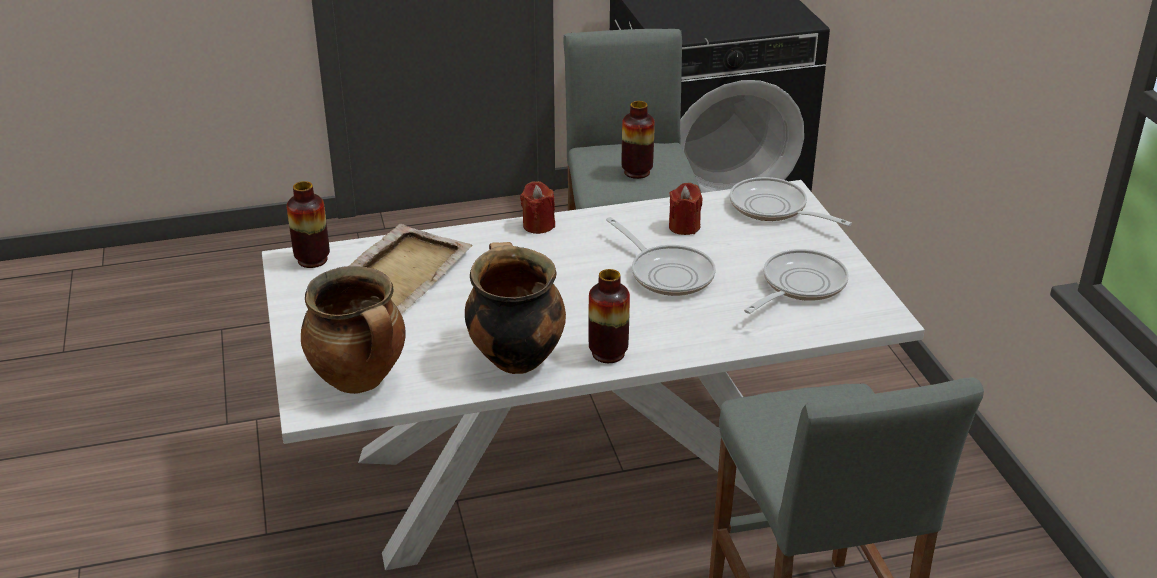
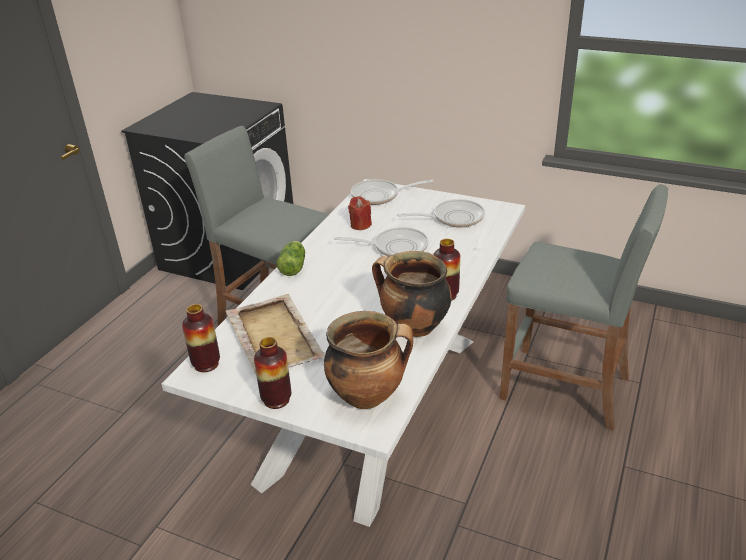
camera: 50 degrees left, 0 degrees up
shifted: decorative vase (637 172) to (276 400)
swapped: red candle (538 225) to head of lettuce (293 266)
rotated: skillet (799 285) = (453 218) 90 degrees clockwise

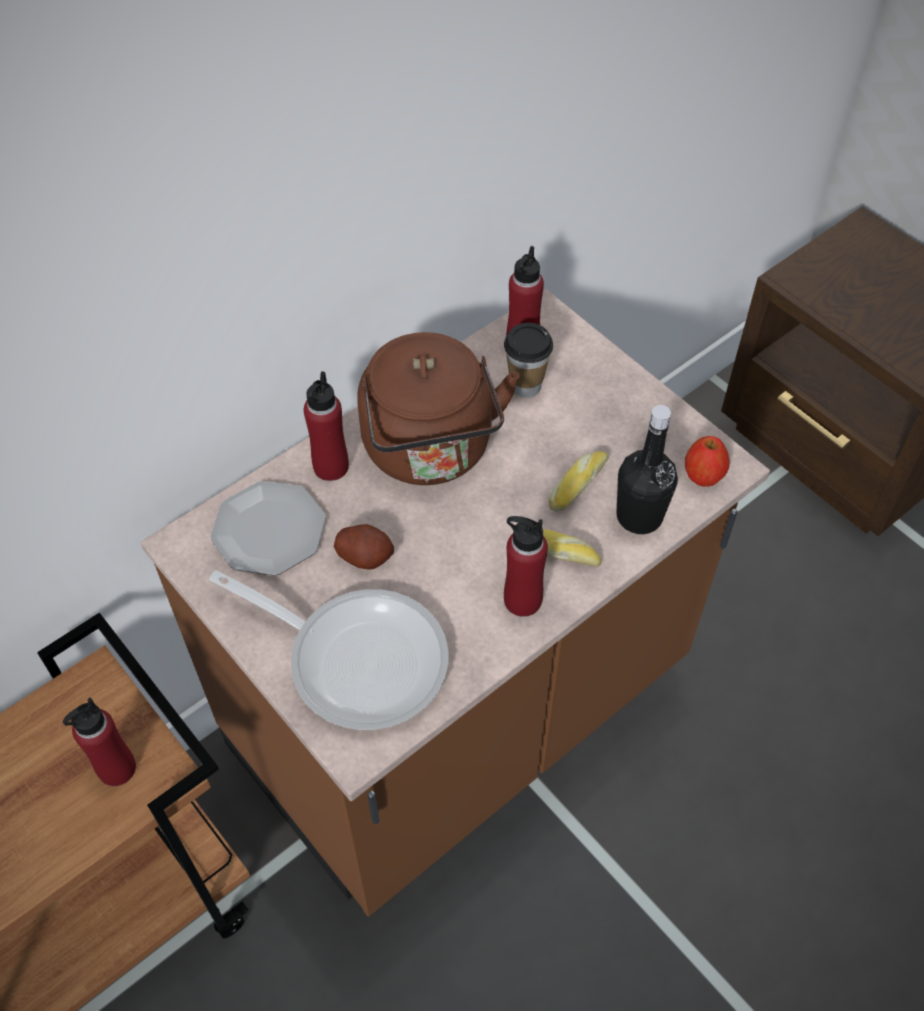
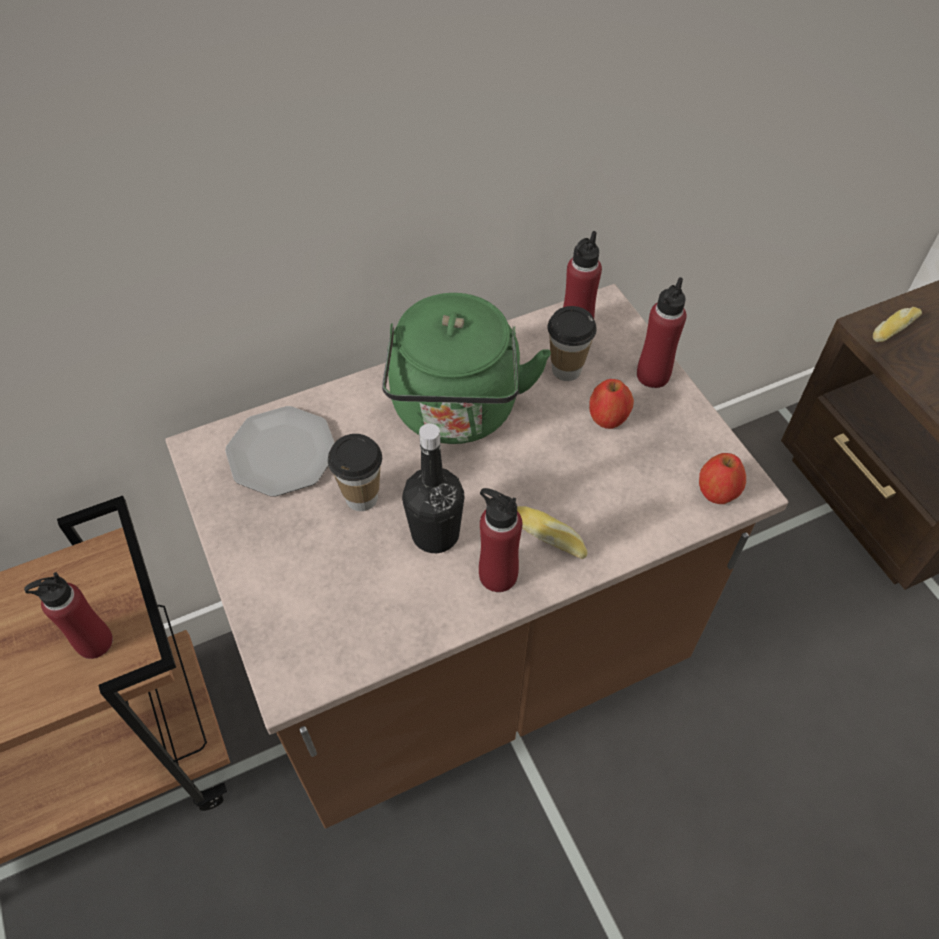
camera: 15 degrees right, 0 degrees up
gone: skillet (356 657)
new: whole apple (607 419)
shifted: black-coloured drink bottle (639 516) to (435 534); red drink bottle (330 467) to (652 375); baked bread (576 484) to (893 328)
swapped: whole potato (365 556) to drinking cup (361 497)
repainted: brown-coloured water kettle (431 452) to green water kettle (456 412)

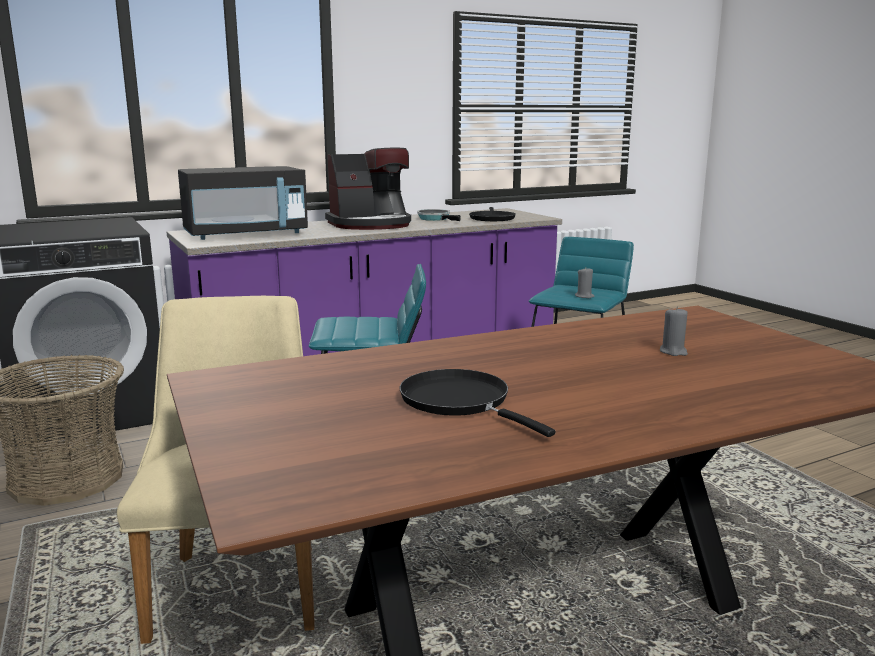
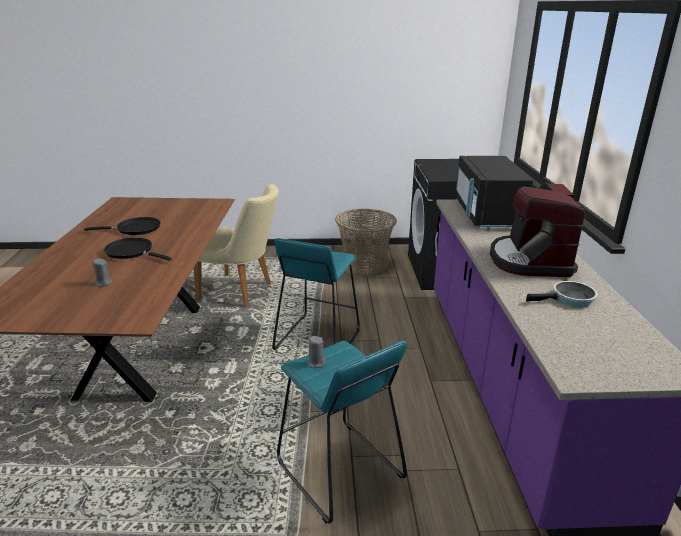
camera: 115 degrees right, 10 degrees up
shifted: black-coloured skillet (492 218) to (132 252)

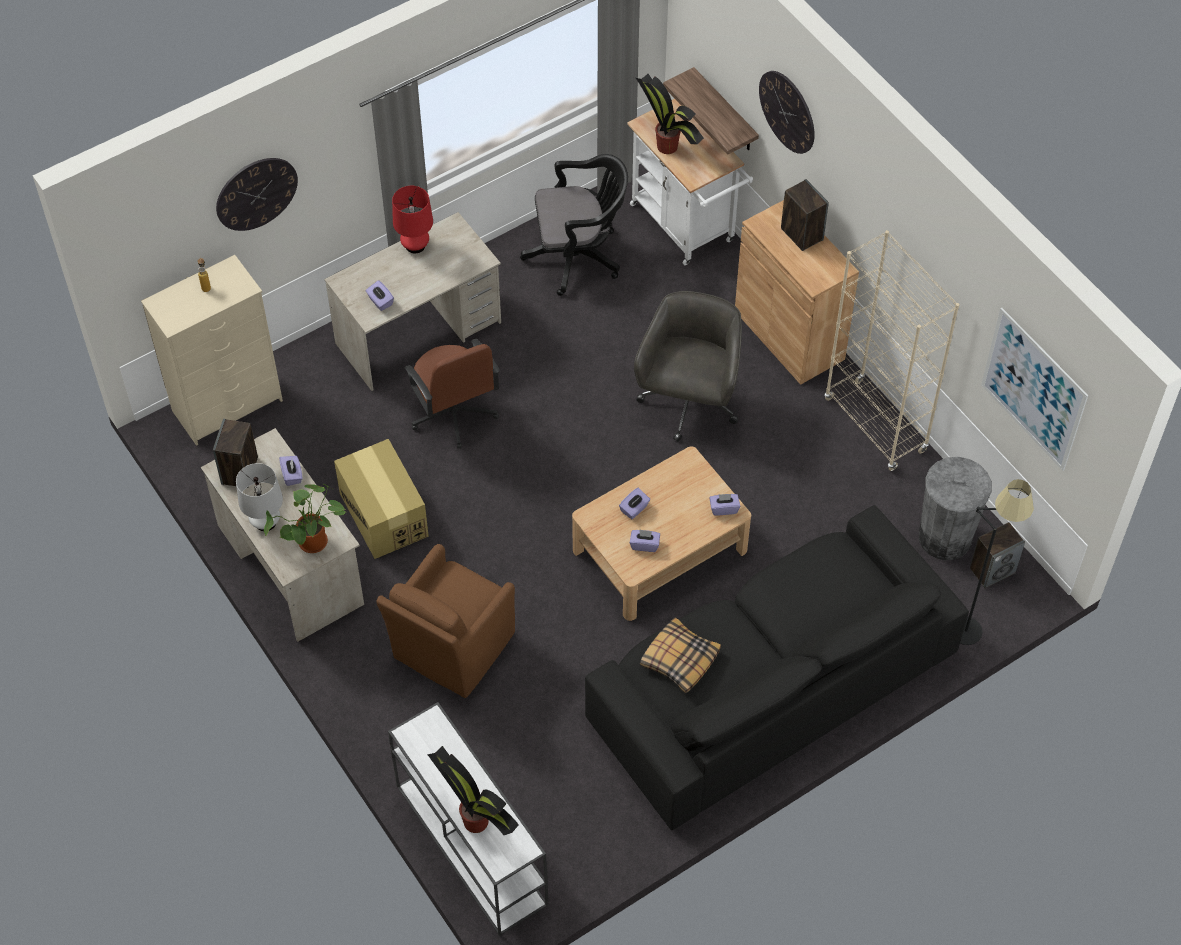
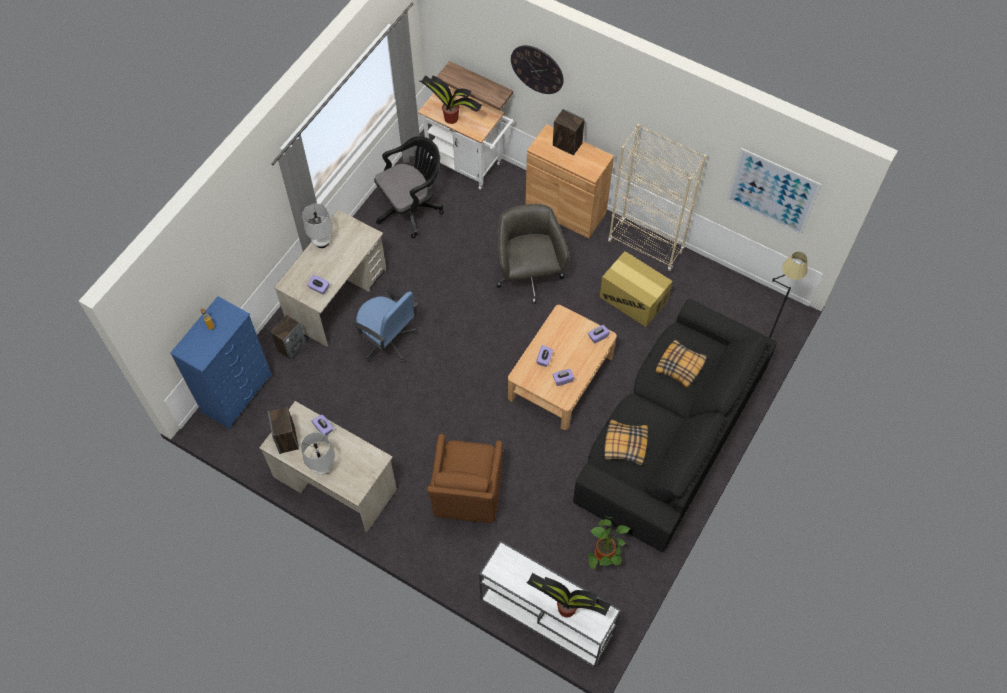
camera: 25 degrees left, 5 degrees up
gone: clock on the wall (256 193); gray rubbish bin (945 537)
new: pillow (680 367)
shifted: audio speaker (992 570) to (291 346); plant in a pot (312 545) to (605 555); packing box (383 514) to (633 298)
repainted: beige drawer chest (228 406) to blue-coloured drawer chest (238 394); red tabletop lamp (415 245) to white-coloured tabletop lamp (322 242); brown-coloured desk chair (453 414) to blue-coloured desk chair (387 341)

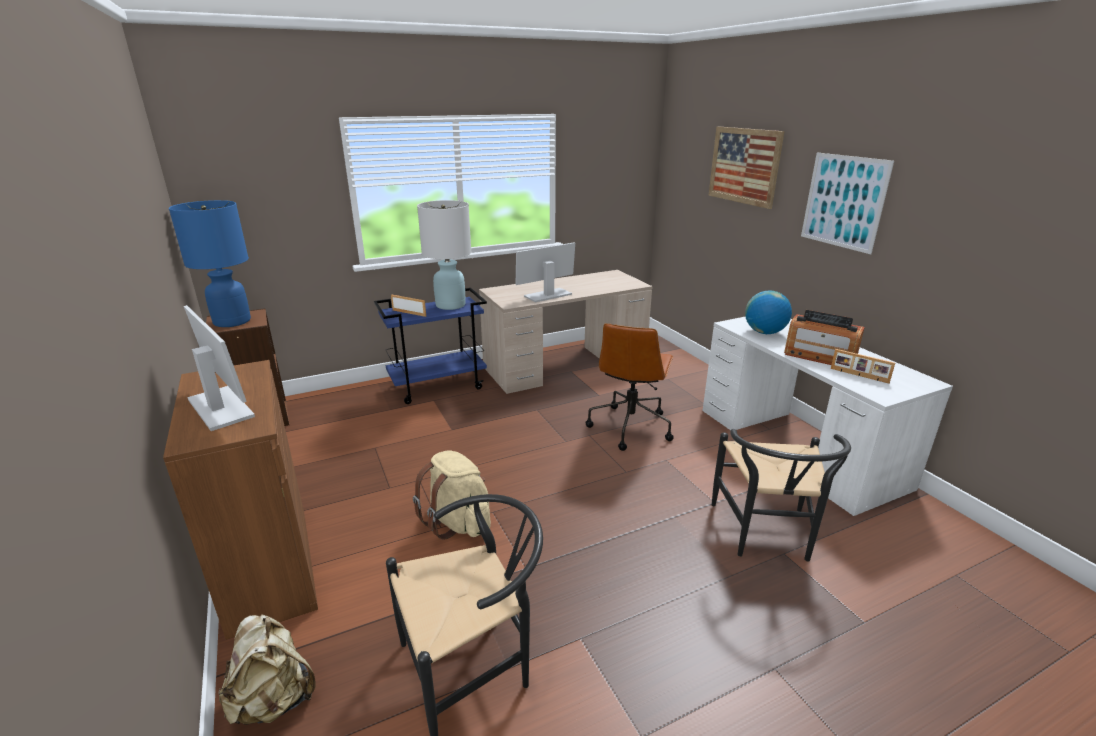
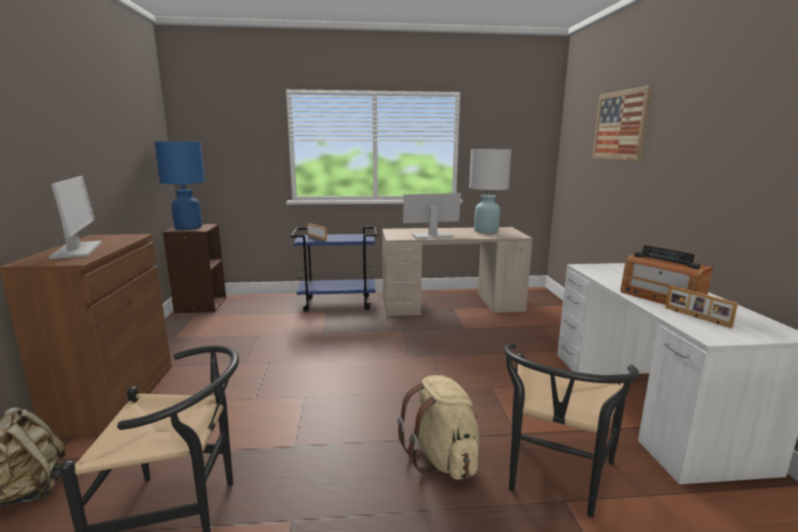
camera: 20 degrees right, 10 degrees down
gone: brown-coloured desk chair (630 426); globe (764 332); picture (843 201)
shifted: beige knapsack (458 522) to (442 458); white-coloured tabletop lamp (450 305) to (486 231)

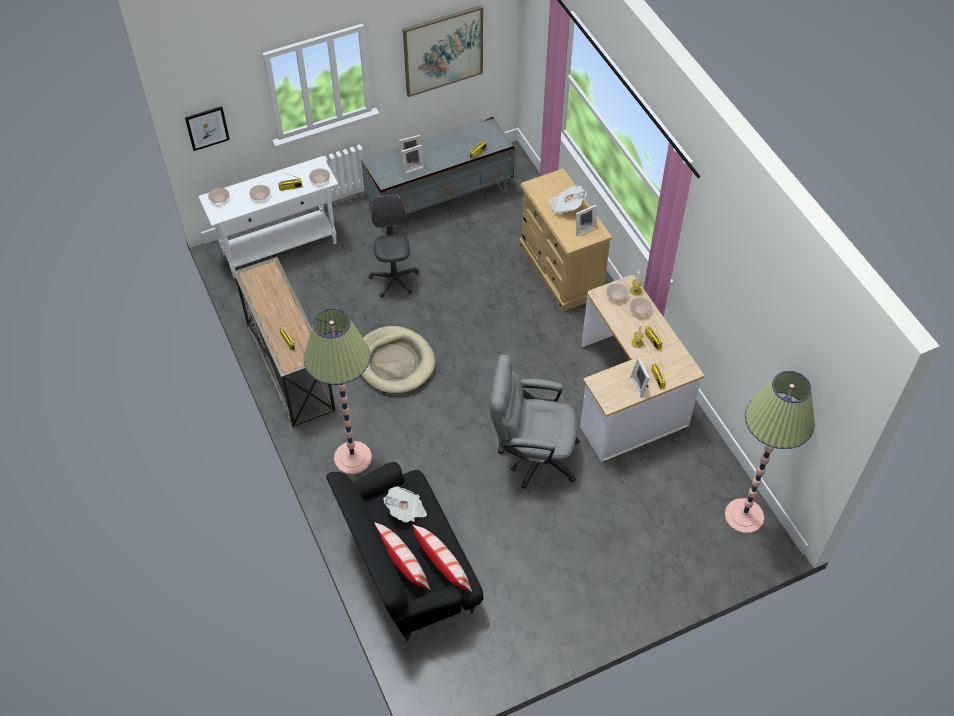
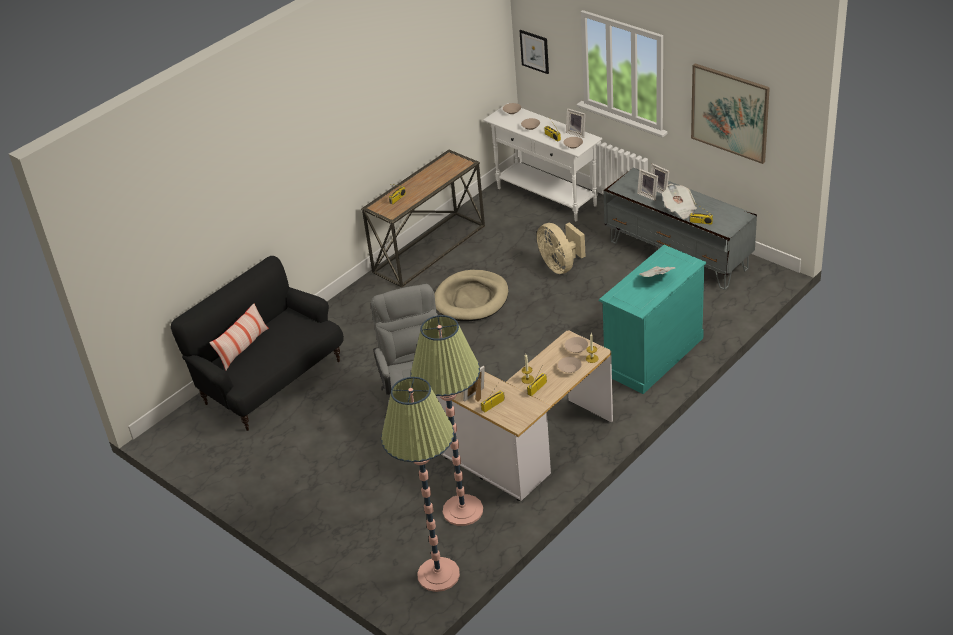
camera: 70 degrees right, 15 degrees down
gone: pillow (442 566)
shifted: standing lamp (352 458) to (463 510); picture frame (584 228) to (577 133); printed paper (406 510) to (679 209)
swapped: gray desk chair (394 280) to beige electric fan (560 266)
repainted: beige drawer chest (560 270) to turquoise drawer chest (652 356)

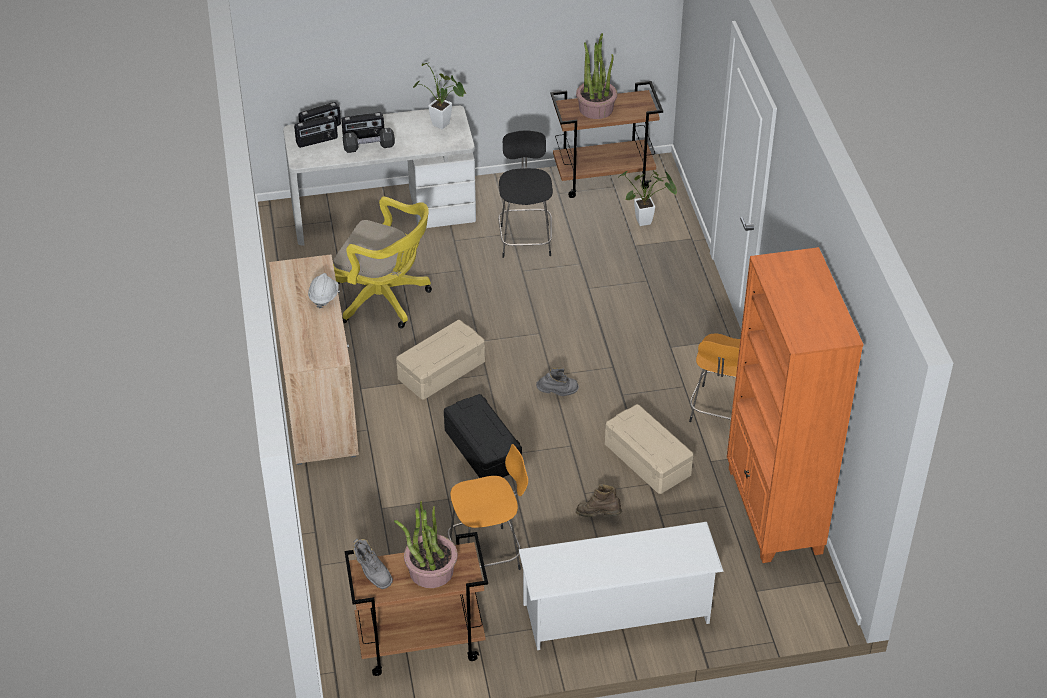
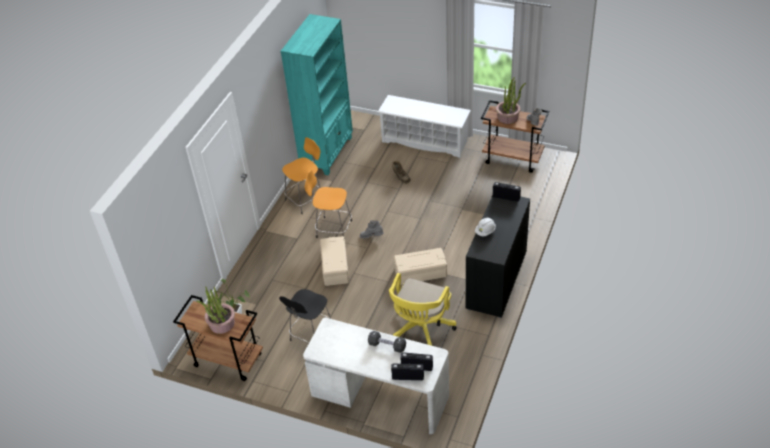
camera: 145 degrees left, 0 degrees up
gone: plant in a pot (444 126); black-coloured storage box (481 450)
shifted: orange stool (487 554) to (332 229); beige storage box (648 460) to (334 267); radio set (363 136) to (506 197)
repainted: orange shelving unit (773 511) to turquoise shelving unit (327 153); beige cupboard (319 404) to black-coloured cupboard (496 280)
rotated: yellowish desk chair (385 299) = (421 329) 120 degrees counterclockwise

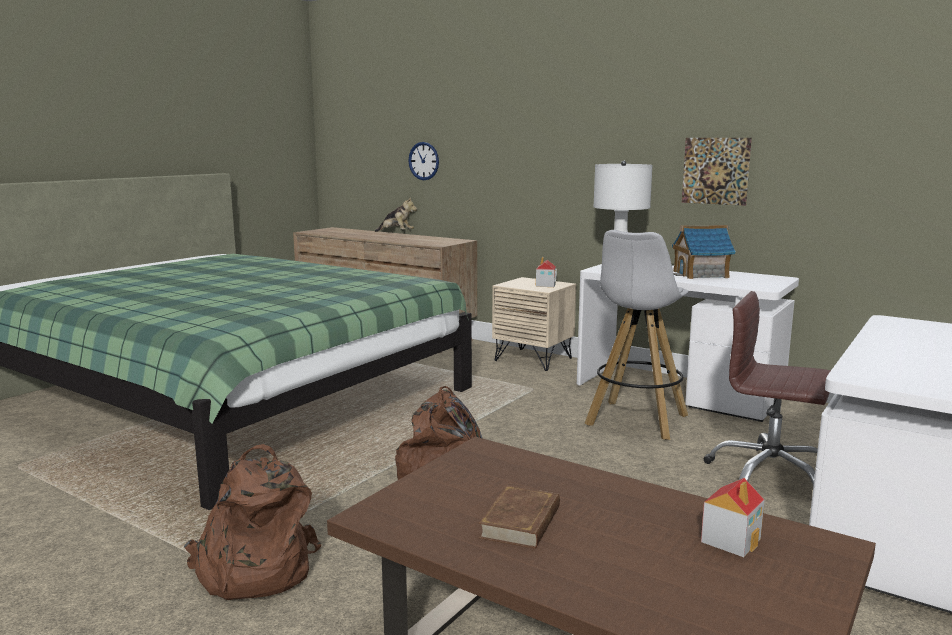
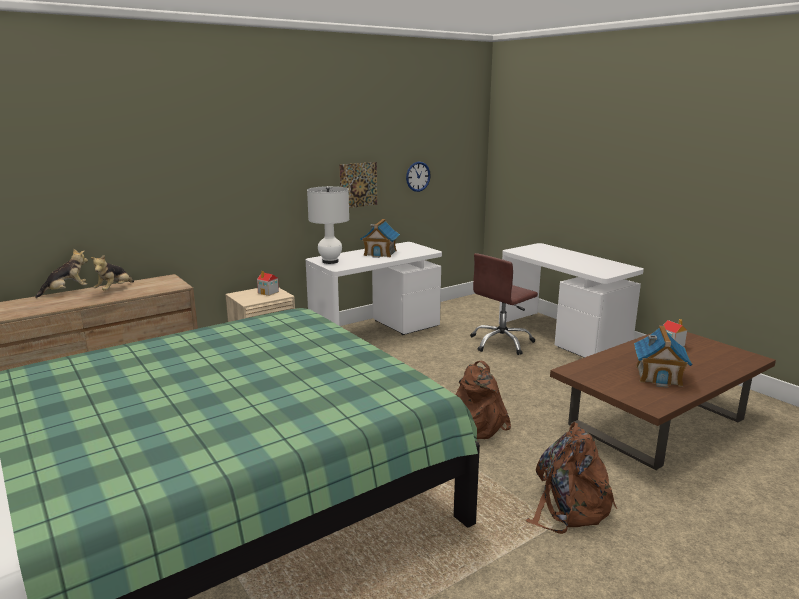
camera: 70 degrees left, 5 degrees up
gone: white-coloured stool (636 421)
new: plush toy (114 289)
shifted: clock on the wall (424 161) to (418 176)
swapped: brown-coloured bound book (521 522) to toy house (658 376)

